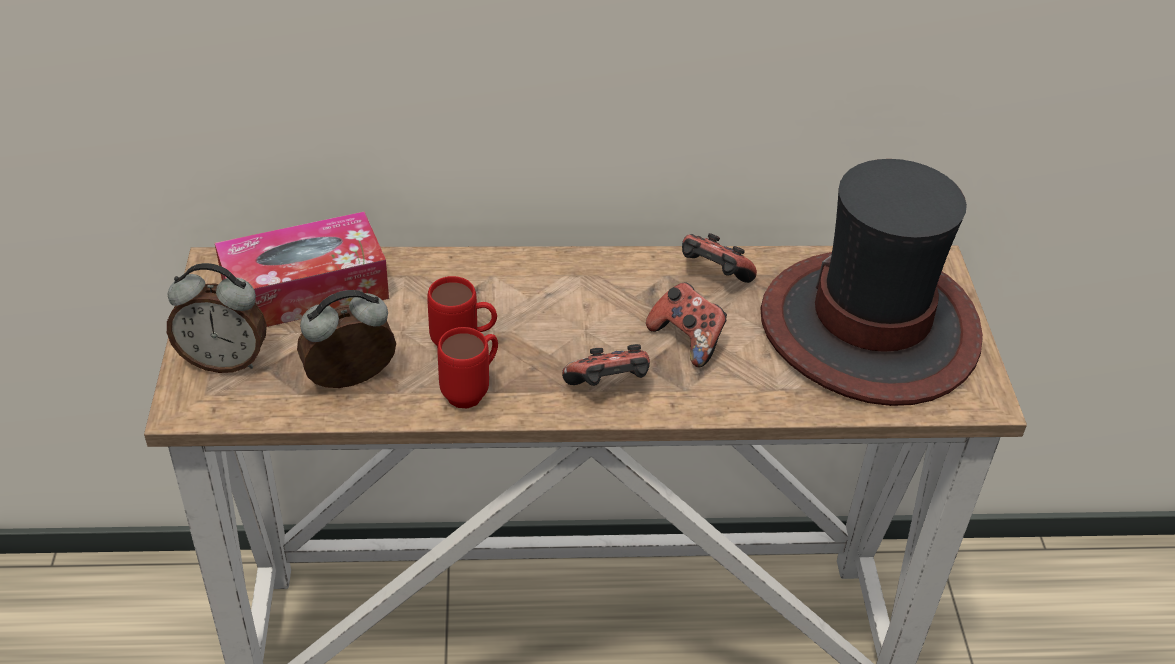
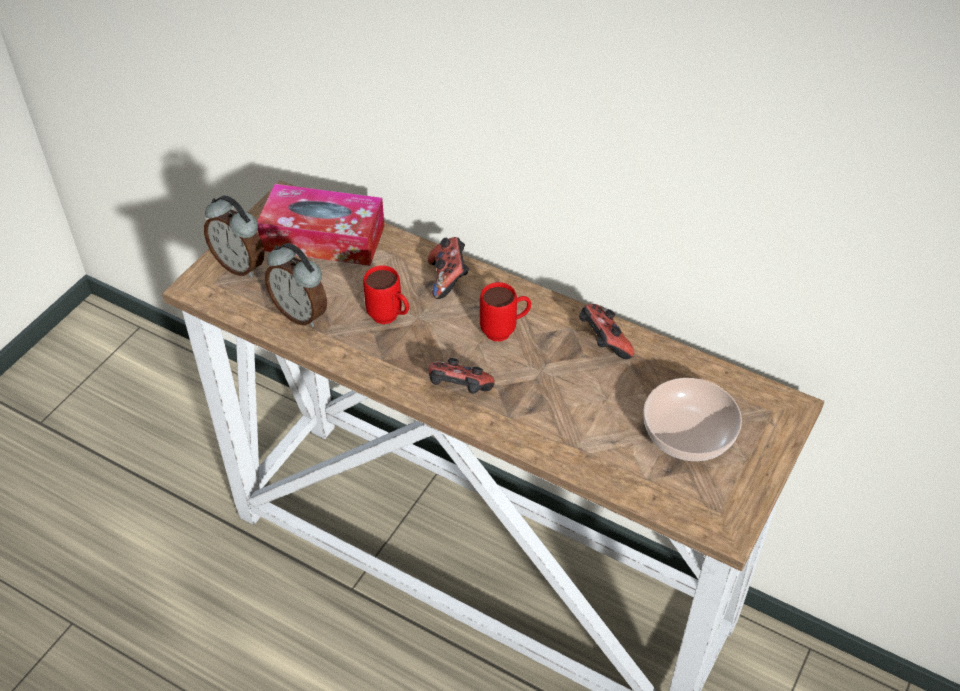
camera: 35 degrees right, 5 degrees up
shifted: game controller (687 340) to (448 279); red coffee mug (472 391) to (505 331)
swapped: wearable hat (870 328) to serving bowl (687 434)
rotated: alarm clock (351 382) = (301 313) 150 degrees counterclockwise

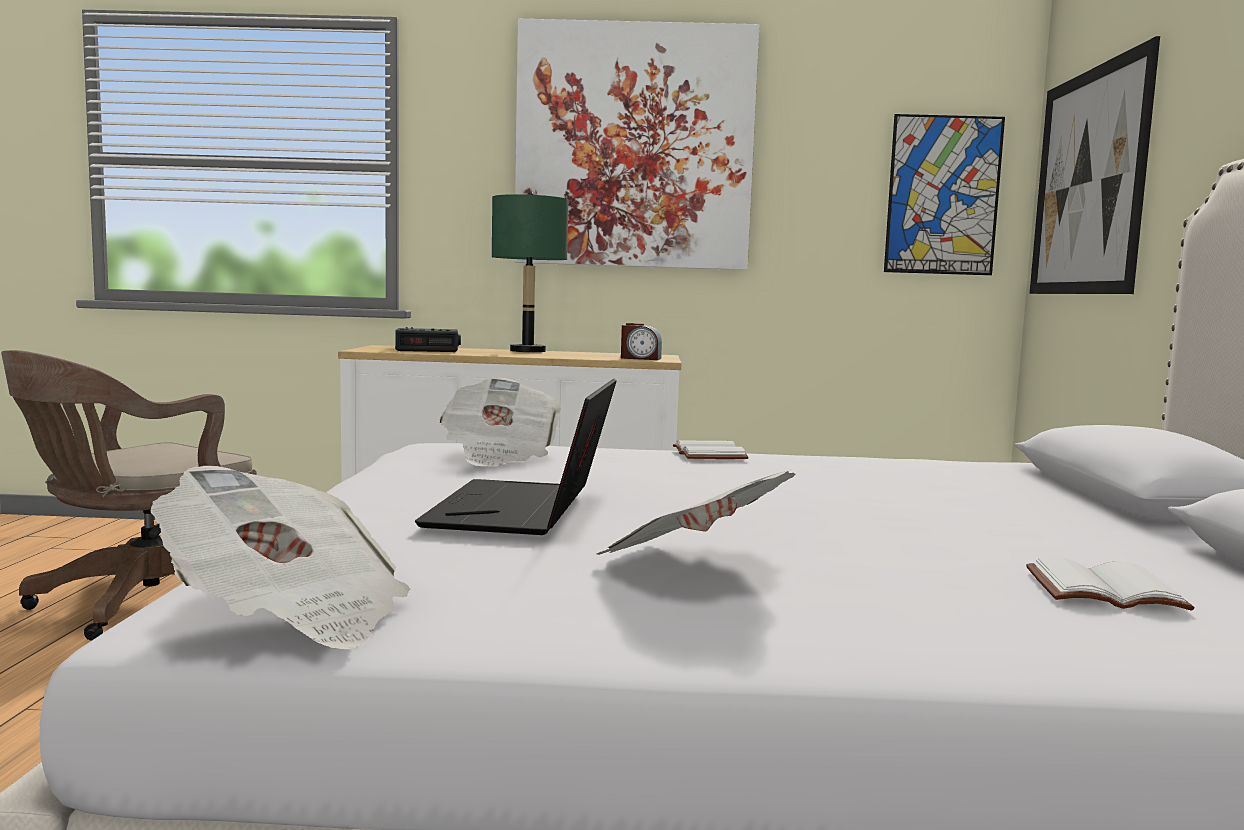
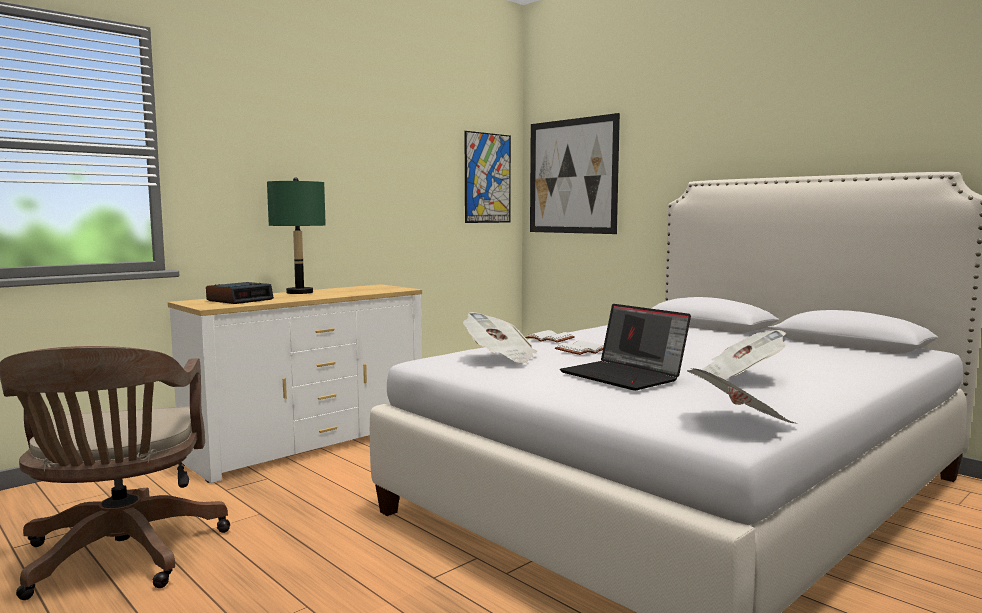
camera: 45 degrees left, 0 degrees up
gone: picture (634 147); alarm clock (640 358)
shifted: white-coloured bound book (1102 592) to (583 351)

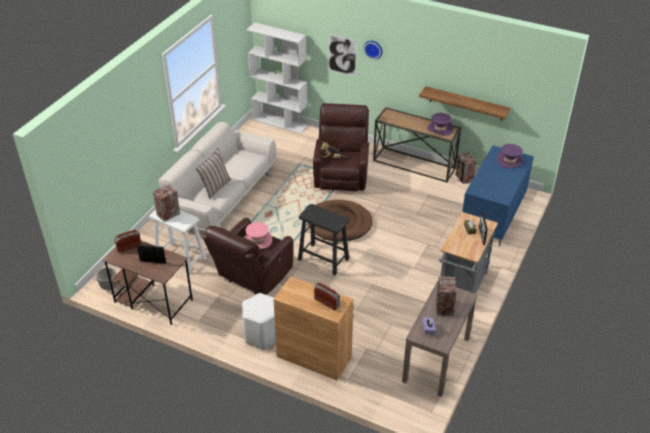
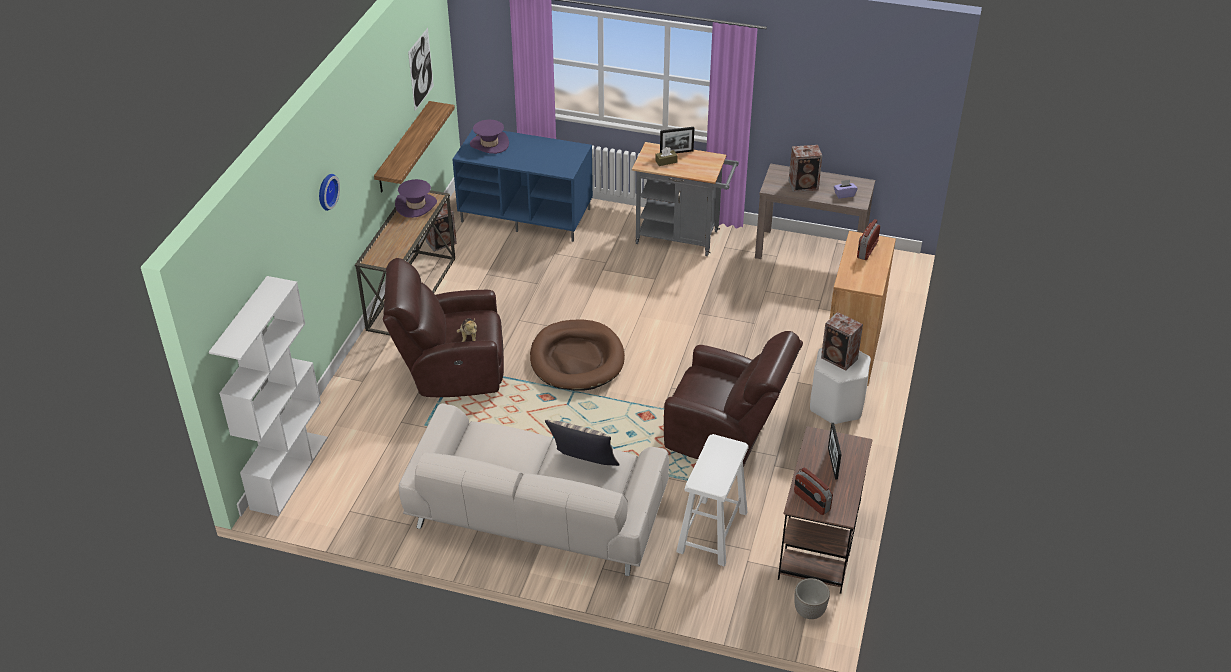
camera: 100 degrees left, 0 degrees up
gone: pink wearable hat (257 240); black-coloured stool (323 259)
shifted: picture (342 55) to (421 69); audio speaker (167 214) to (840 359)

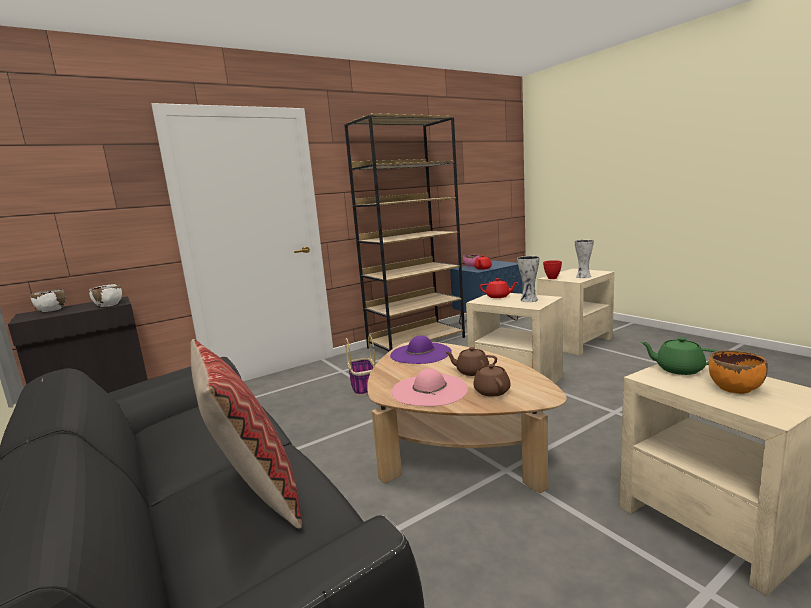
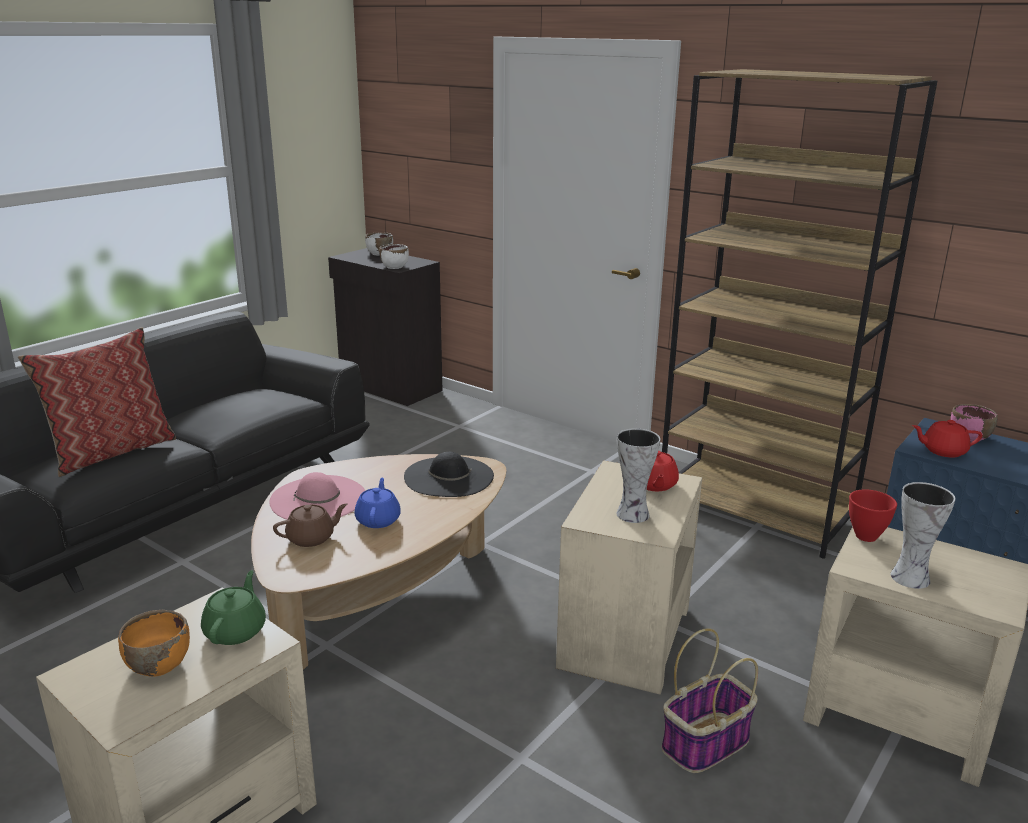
camera: 70 degrees right, 10 degrees up
shifted: household basket (364 387) to (705 744)
repainted: brown-coloured teapot (472 371) to blue-coloured teapot (378 519); purple-coloured wearable hat (420 353) to black-coloured wearable hat (448 477)

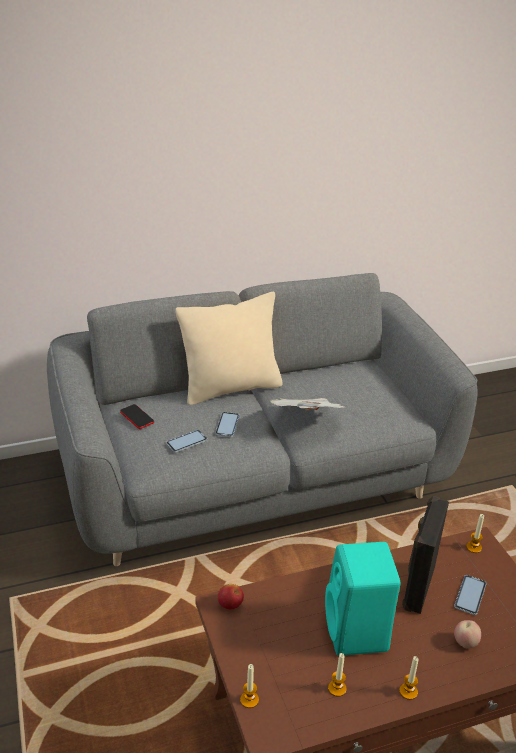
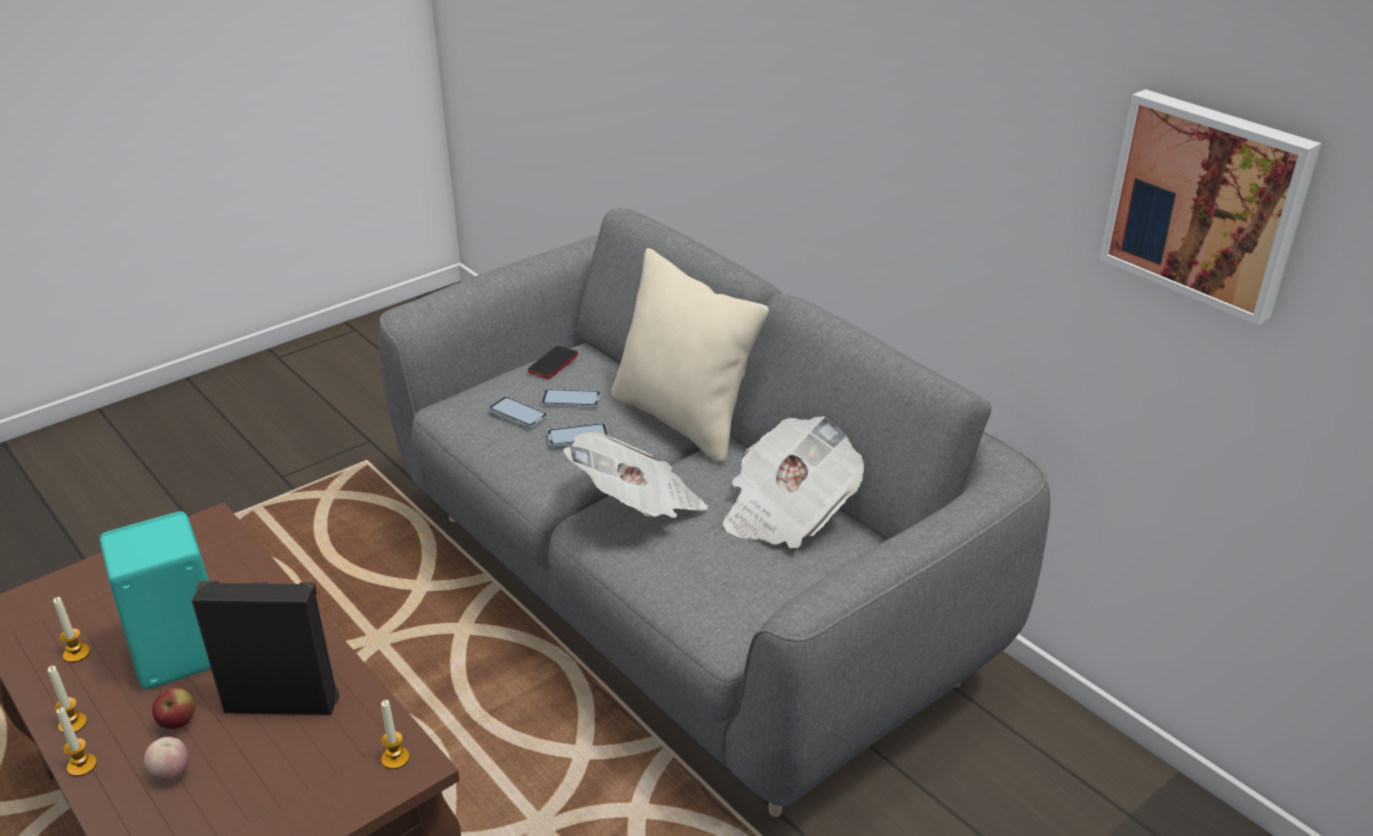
camera: 70 degrees right, 0 degrees up
new: printed paper (787 511); picture (1207 202)
shifted: candle (249 700) to (82 765); whole apple (230 605) to (178 722); phone (470 595) to (571 400)

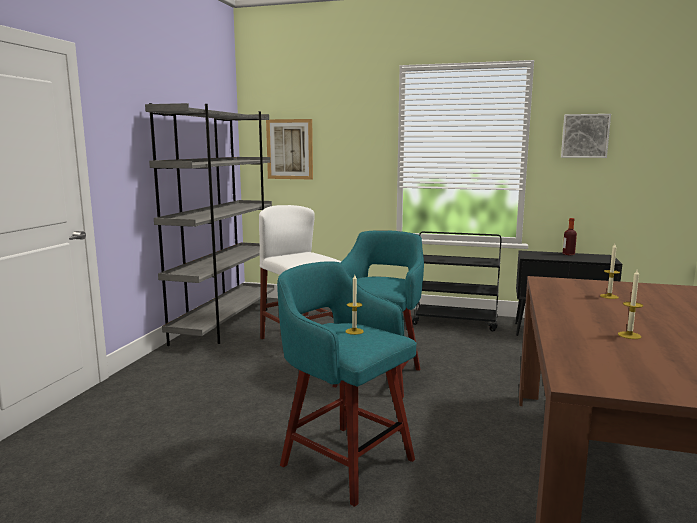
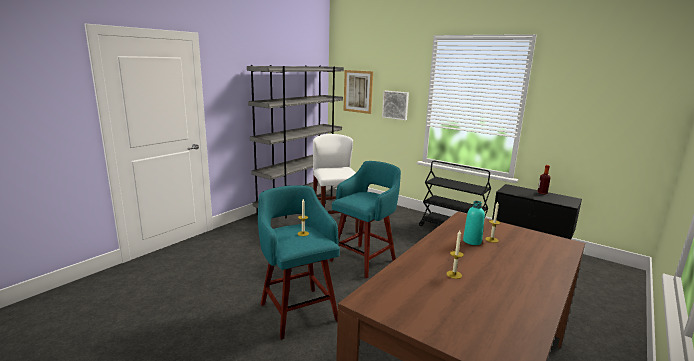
camera: 20 degrees right, 5 degrees up
new: turquoise drink bottle (472 241)
shifted: picture (585 136) to (395 105)

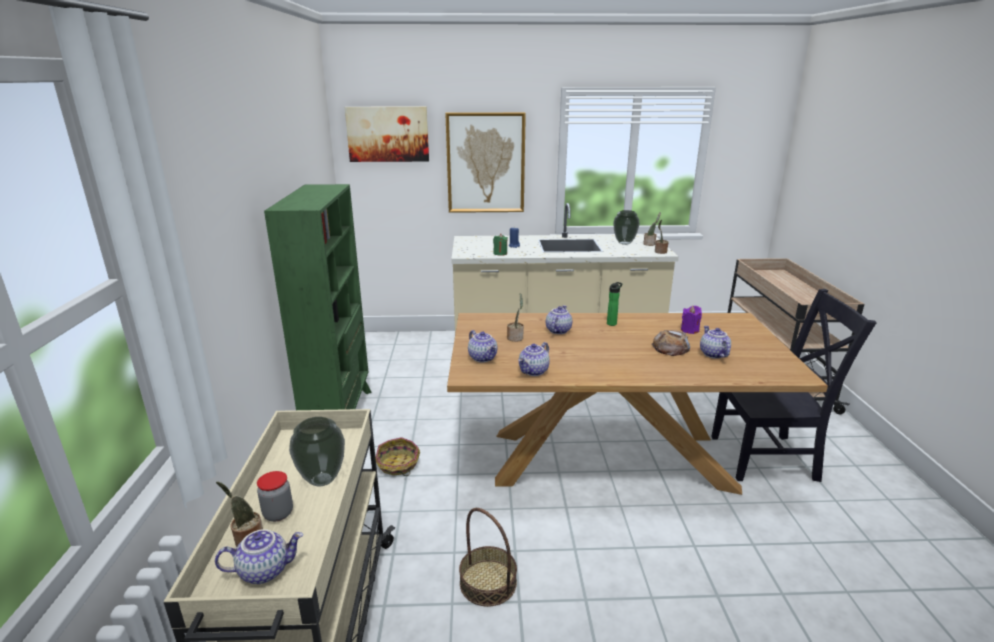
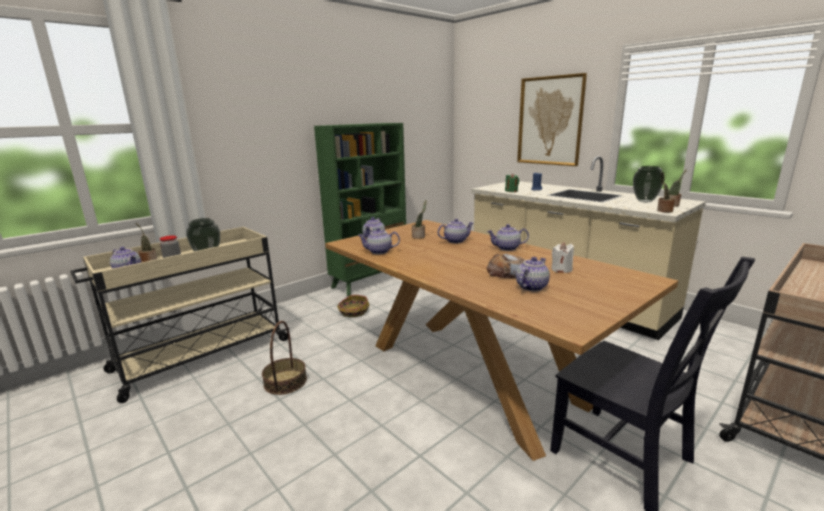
camera: 50 degrees right, 5 degrees down
gone: picture (388 134)
swapped: drink bottle (612 323) to teapot (507 248)
repainted: purple-coloured candle (689 330) to white-coloured candle (561 270)

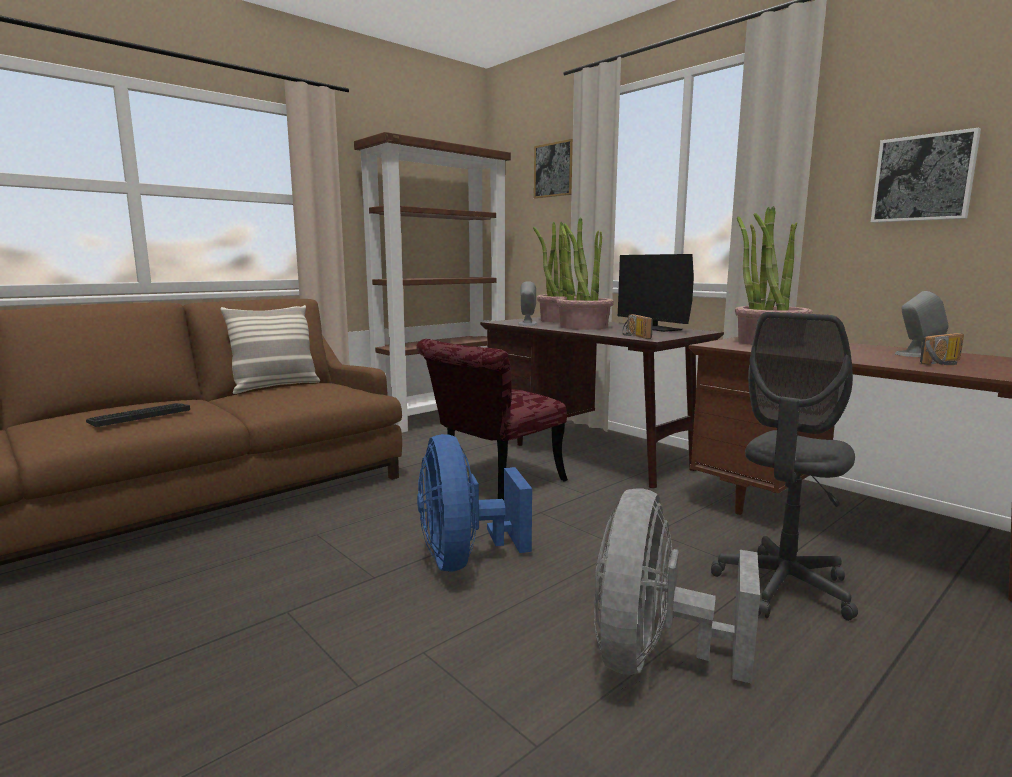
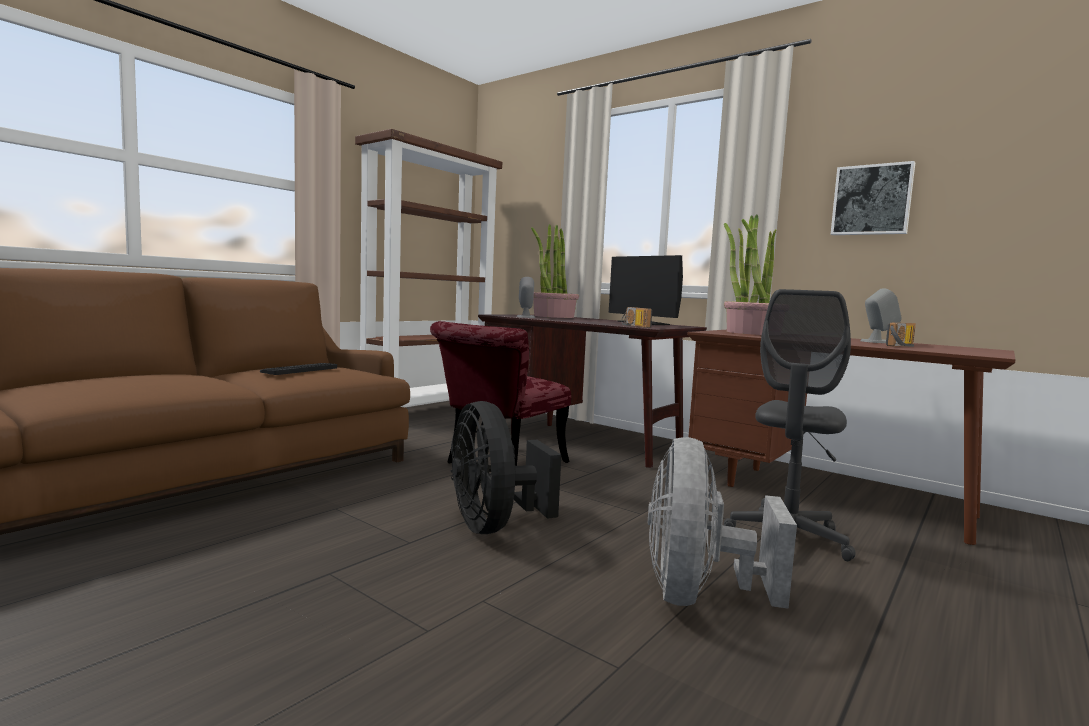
camera: 10 degrees left, 5 degrees down
gone: pillow (275 387); picture (554 170); plant in a pot (583 327)
shifted: keyboard (139 415) to (299 370)
repainted: blue-coloured electric fan (464 558) to black-coloured electric fan (494 525)

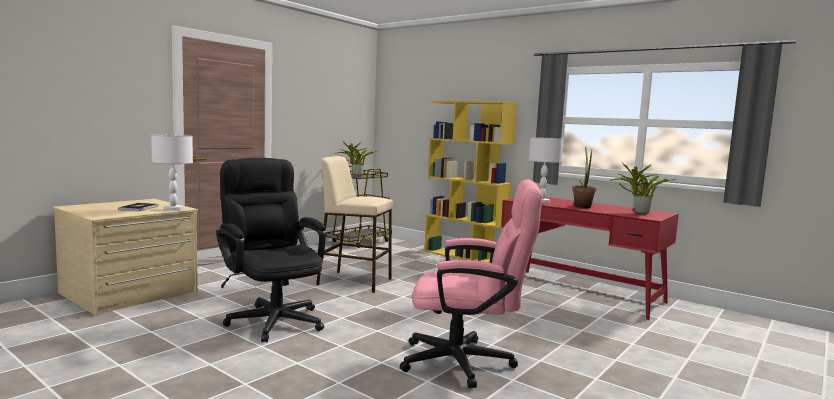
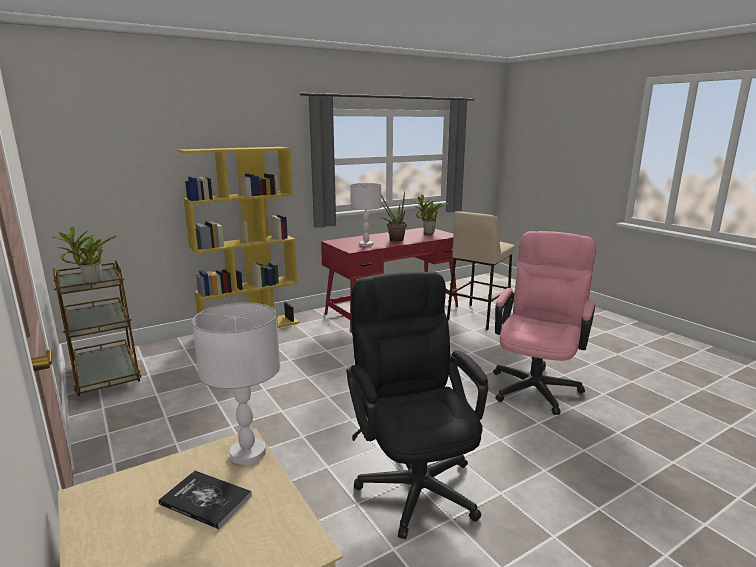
camera: 70 degrees left, 10 degrees up
shifted: beige stool (354 281) to (478 317)
rotated: black-coloured desk chair (272 318) = (414 479) 90 degrees clockwise

